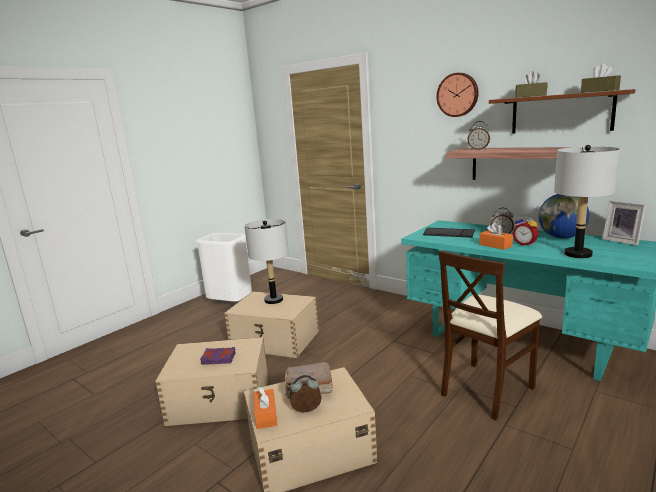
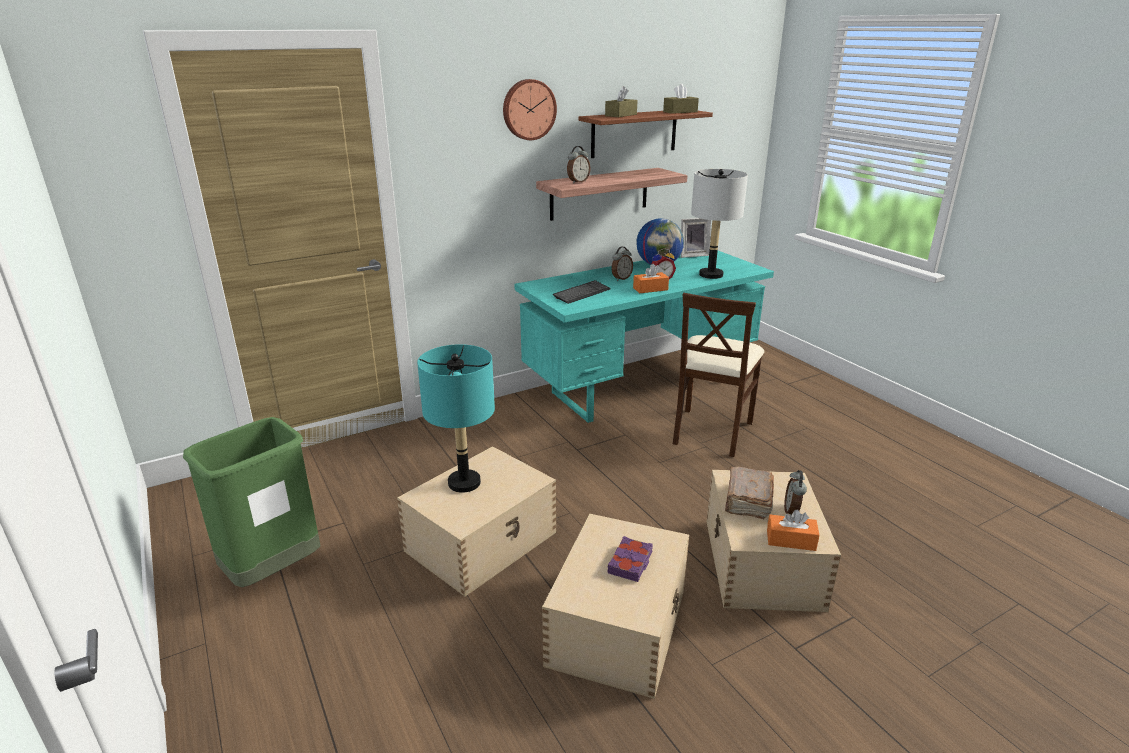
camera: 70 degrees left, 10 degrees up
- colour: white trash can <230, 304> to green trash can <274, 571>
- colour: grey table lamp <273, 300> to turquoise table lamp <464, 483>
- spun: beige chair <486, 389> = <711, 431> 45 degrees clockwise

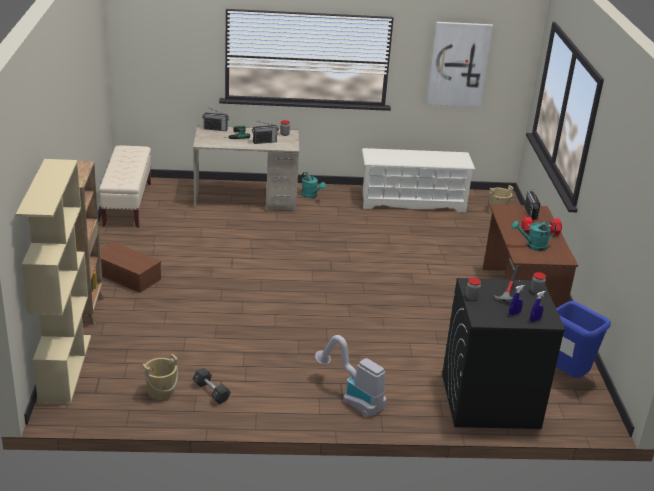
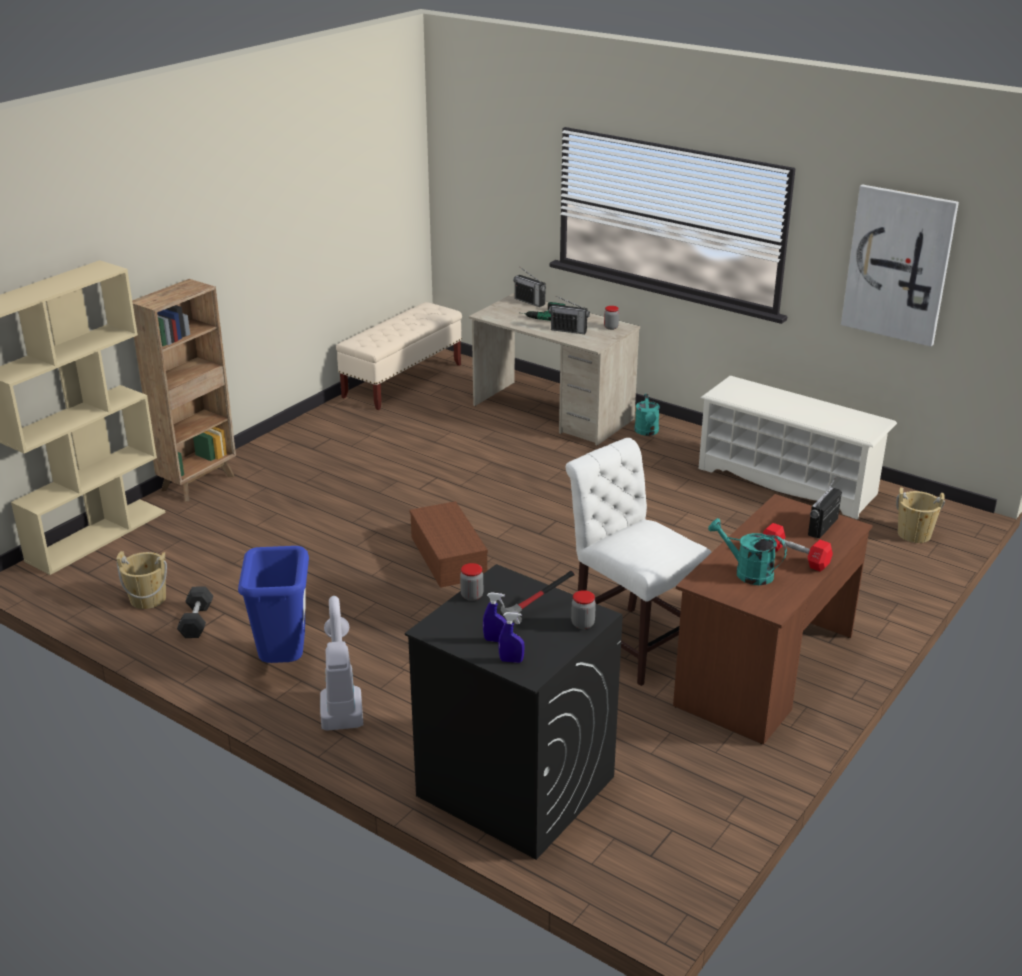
camera: 40 degrees right, 0 degrees up
- relocated: brown storage box <127, 275> to <450, 557>
- relocated: blue trash can <567, 377> to <284, 663>
- appeared: white chair <631, 641>

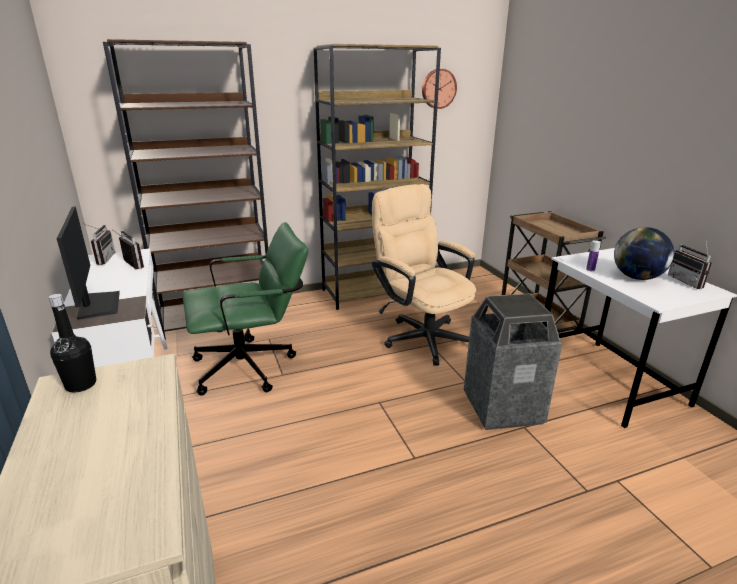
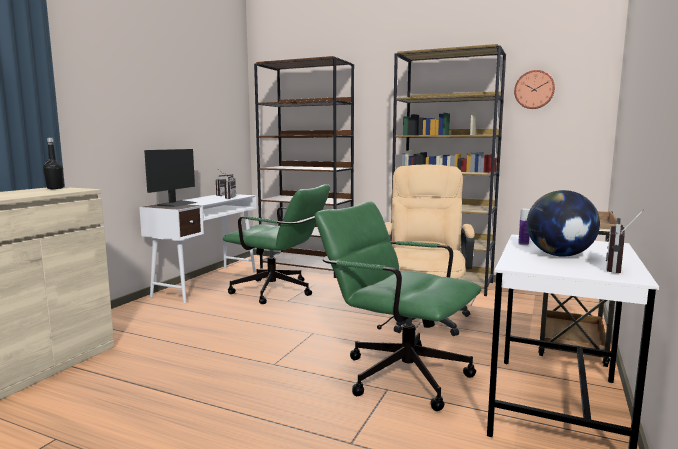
camera: 45 degrees right, 15 degrees down
- exchanged: trash can <502, 407> to green office chair <396, 372>

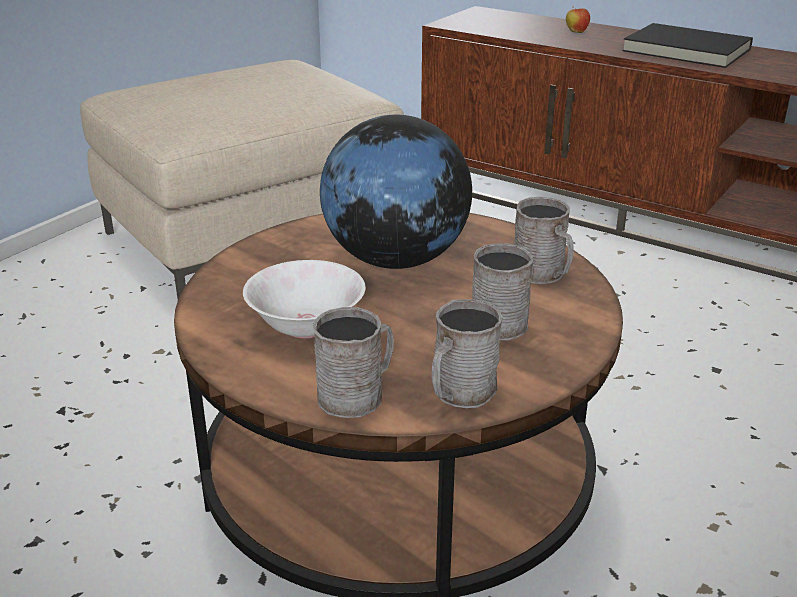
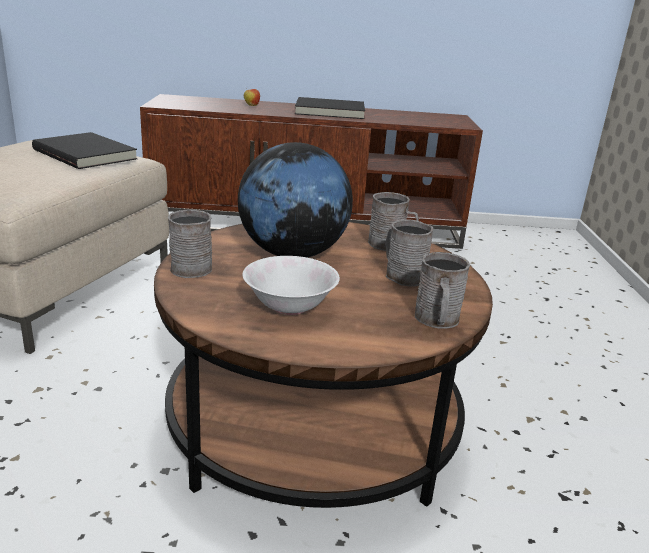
camera: 35 degrees left, 5 degrees down
- relocated: grey mug <357, 394> to <194, 266>
- appeared: black book <87, 154>

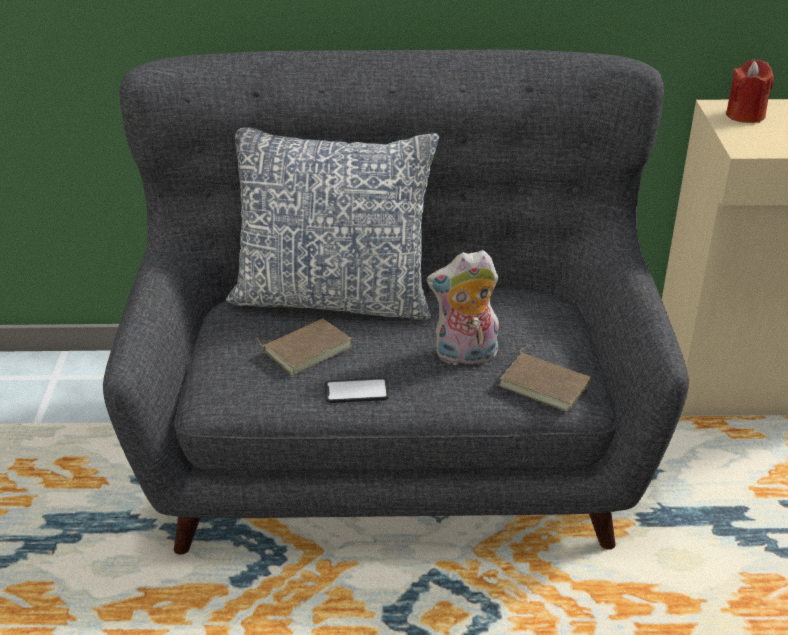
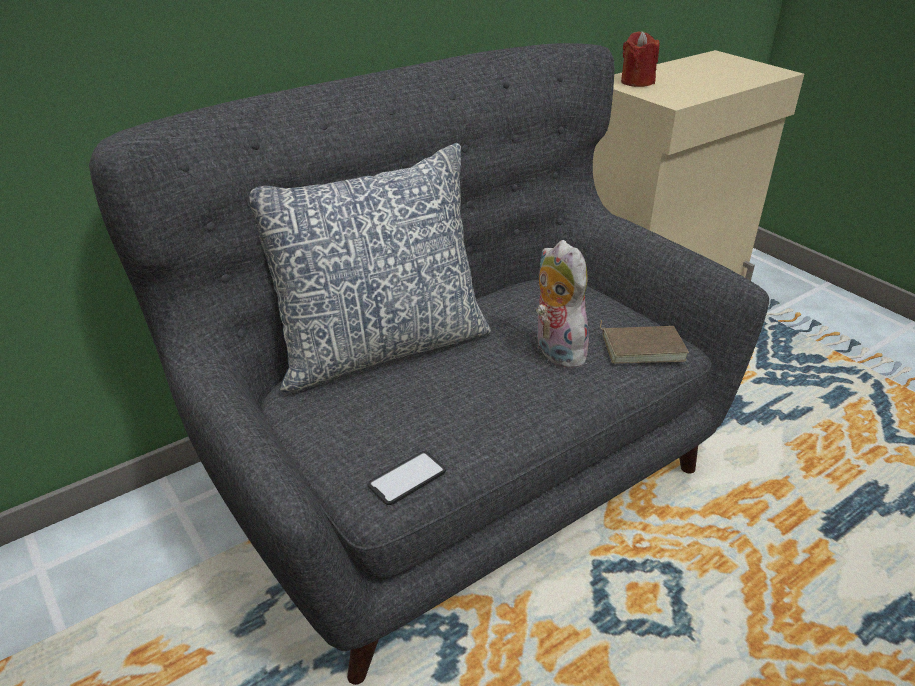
camera: 35 degrees left, 0 degrees up
- missing: brown book <306, 348>
- relocated: phone <356, 391> to <407, 478>
- spun: plush toy <464, 356> = <555, 351> 105 degrees clockwise

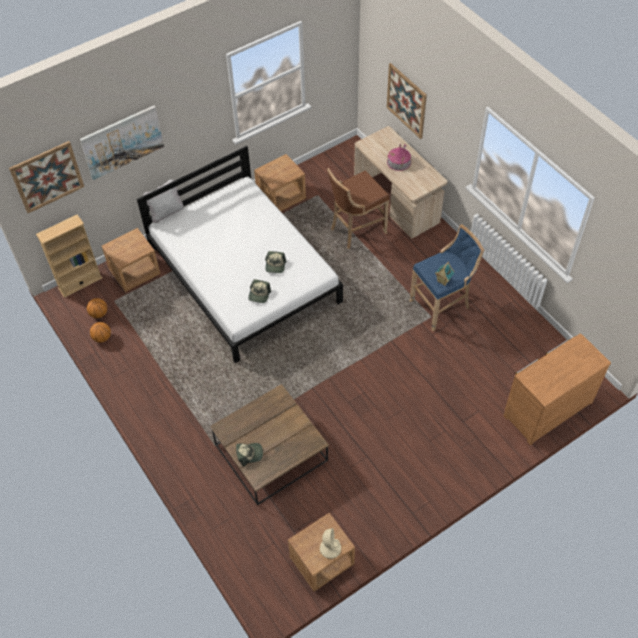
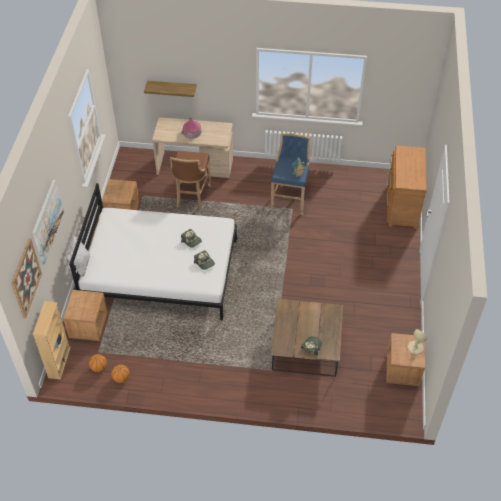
camera: 50 degrees left, 5 degrees down
- exchanged: picture <406, 101> to shelf <172, 88>

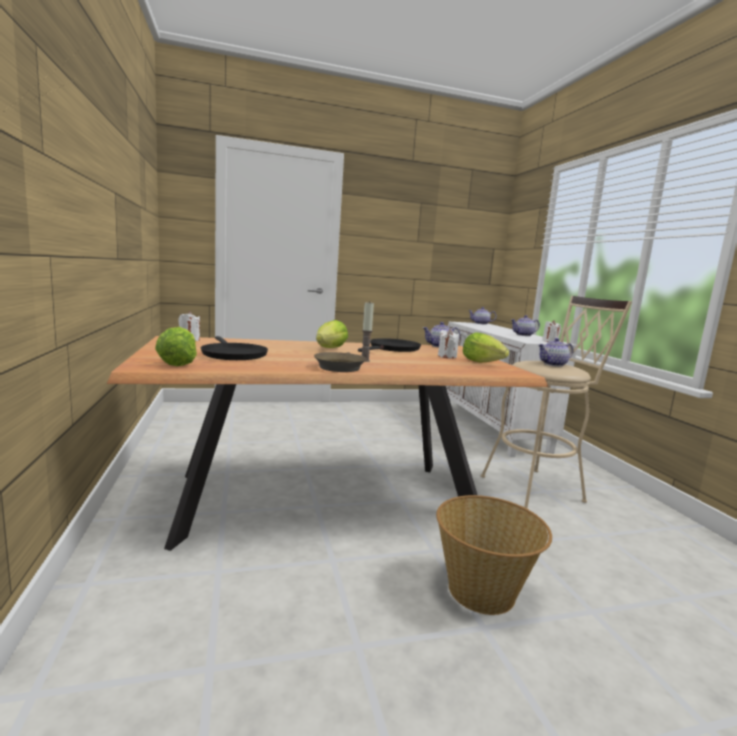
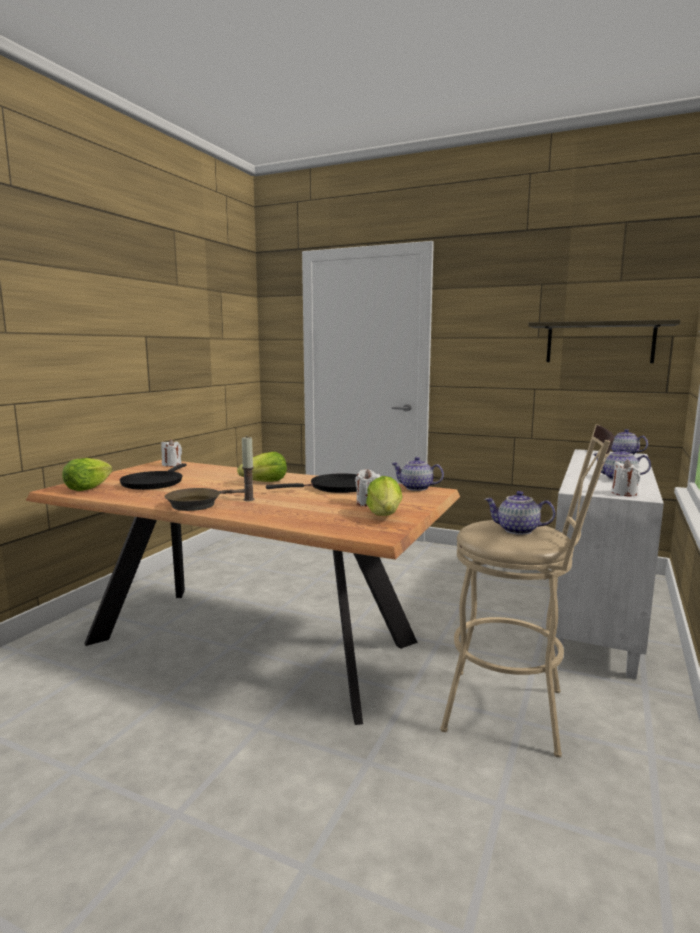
camera: 40 degrees right, 0 degrees up
- missing: basket <482, 591>
- appeared: shelf <599, 343>

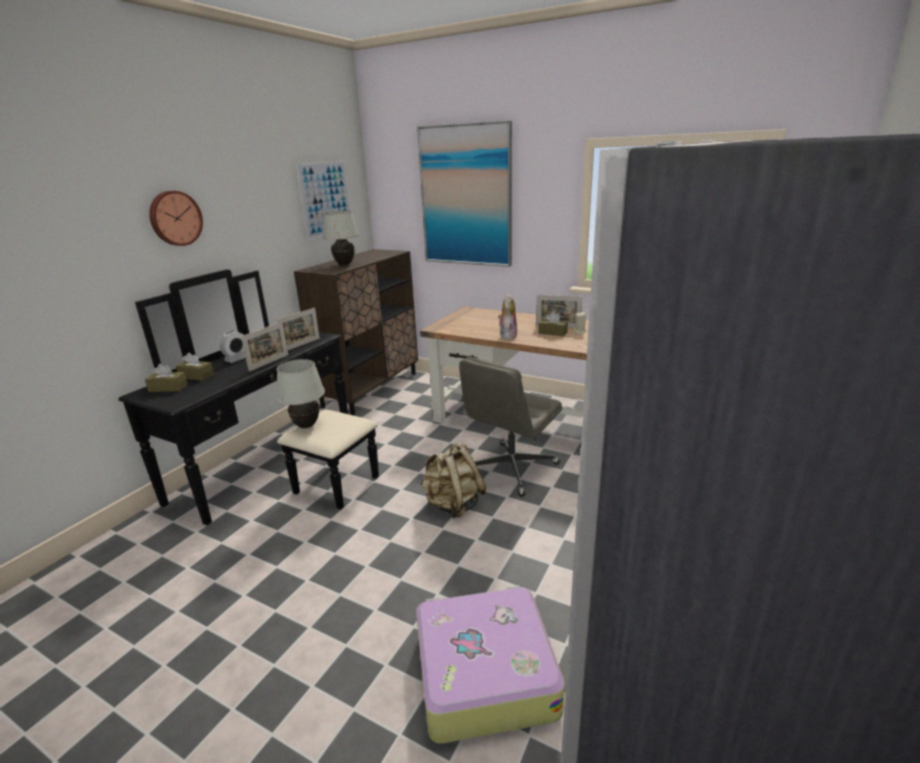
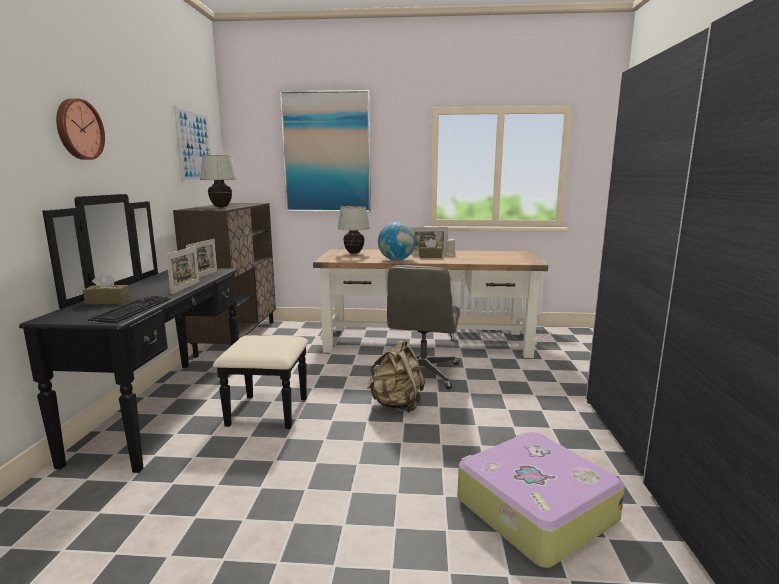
camera: 25 degrees left, 10 degrees down
- missing: brown tissue box <168, 388>
- missing: alarm clock <237, 359>
- relocated: white table lamp <306, 426> to <354, 253>
- exchanged: plush toy <507, 336> to globe <396, 260>
- appeared: keyboard <132, 309>

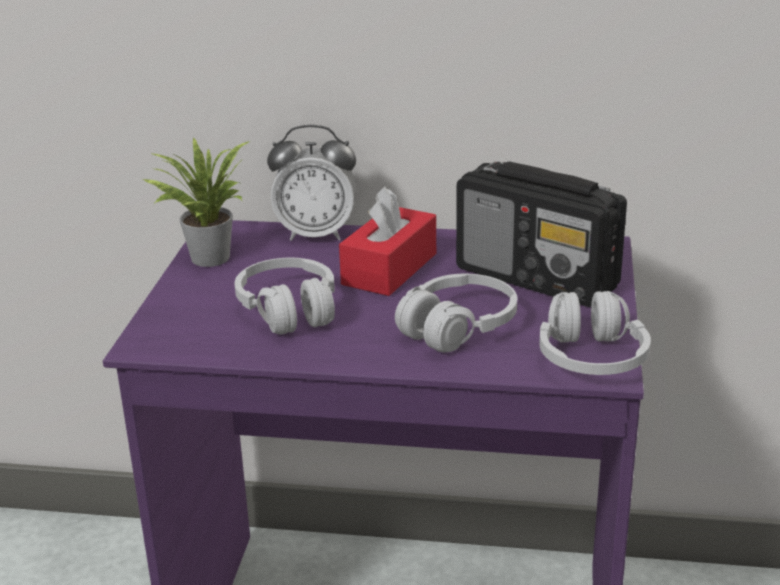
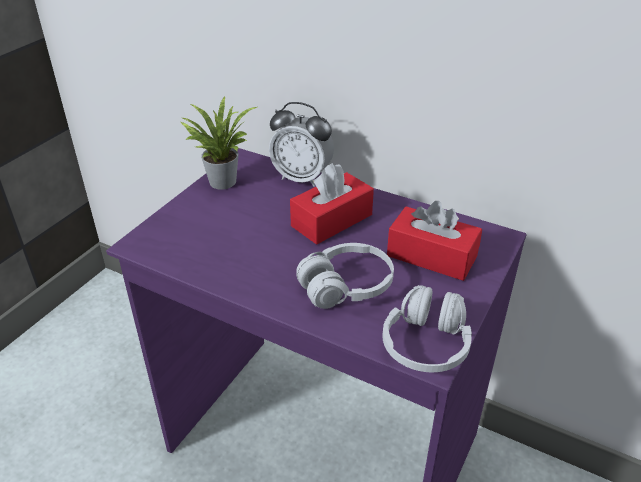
camera: 20 degrees right, 10 degrees up
- missing: white headphones <289, 310>
- exchanged: radio <538, 278> to red tissue box <431, 256>

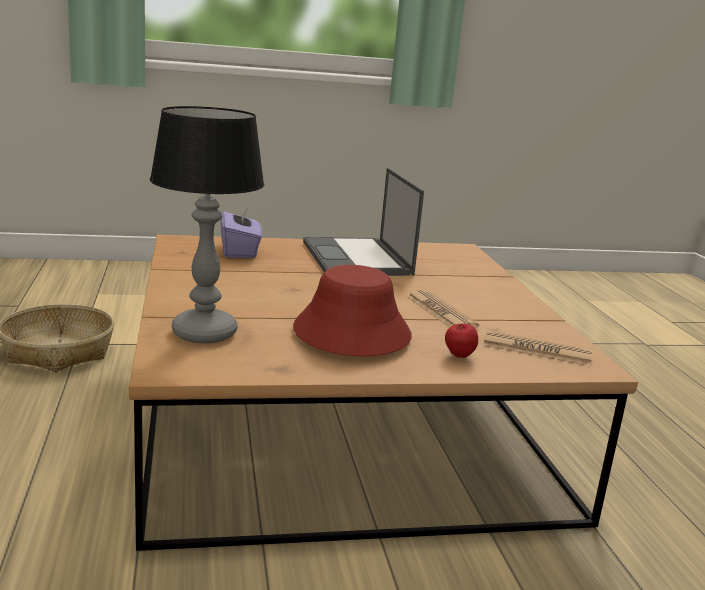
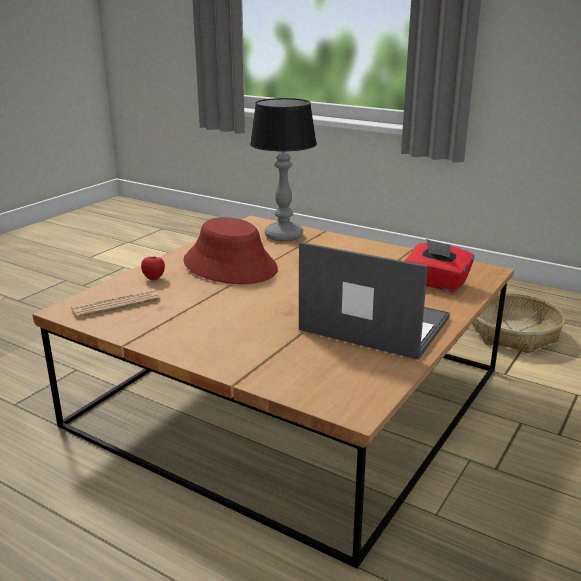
camera: 135 degrees right, 5 degrees up
- colour: purple tissue box <240, 251> to red tissue box <436, 283>
- missing: newspaper <440, 312>

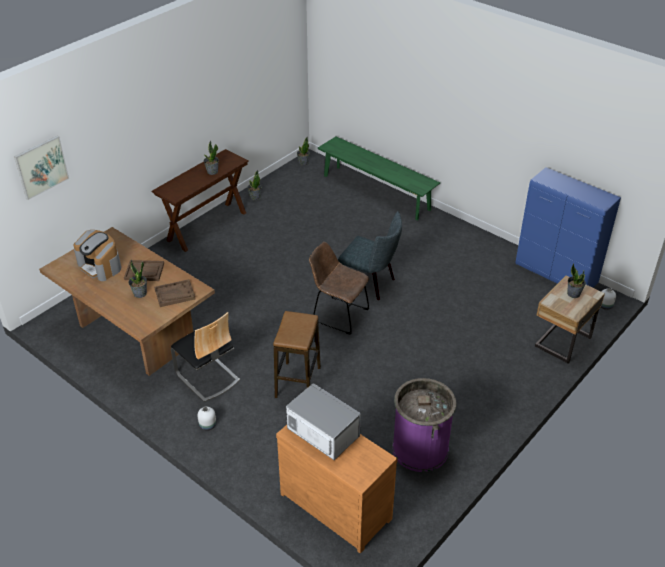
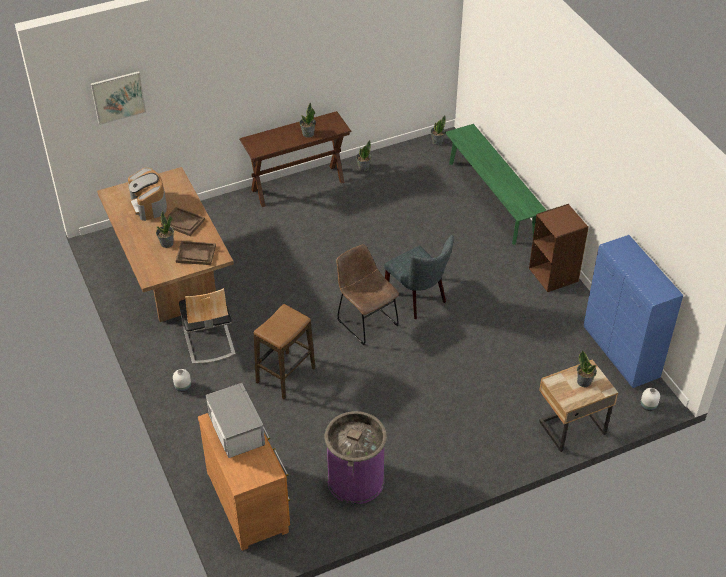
camera: 25 degrees right, 5 degrees up
- appeared: brown bookcase <554, 274>

